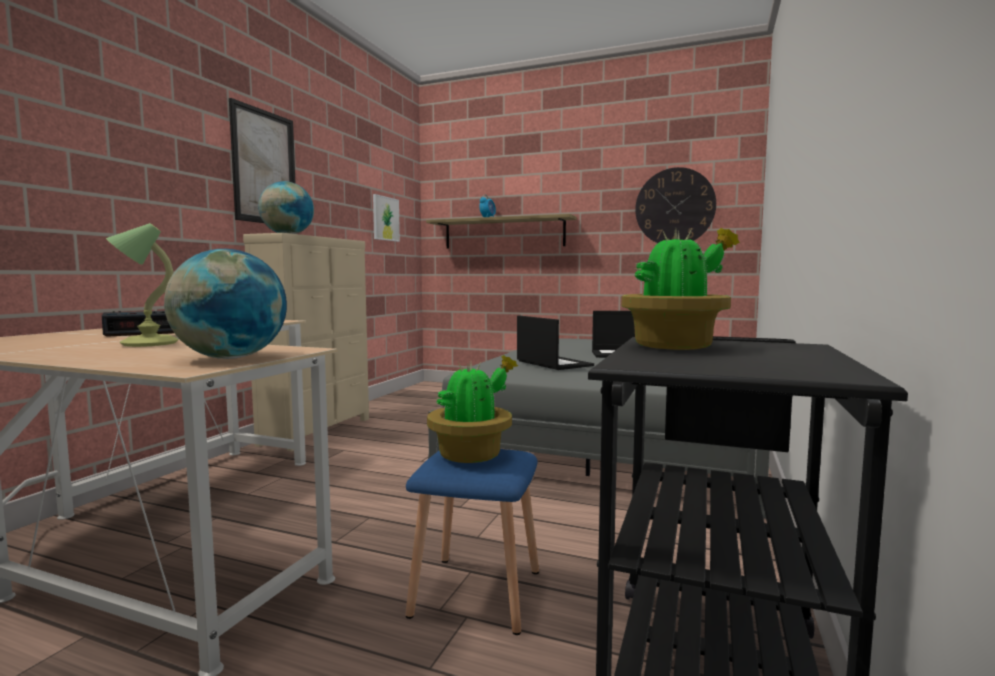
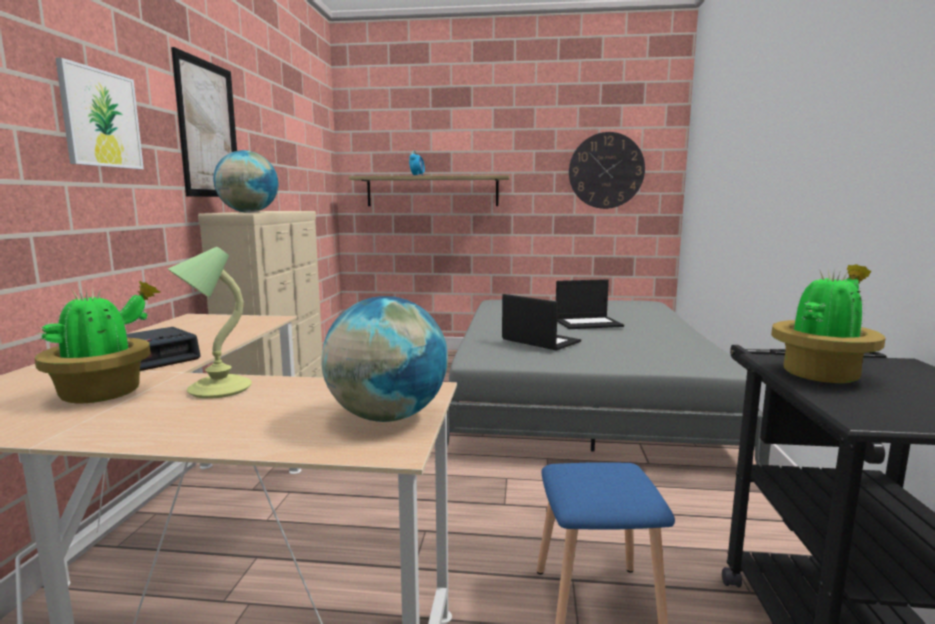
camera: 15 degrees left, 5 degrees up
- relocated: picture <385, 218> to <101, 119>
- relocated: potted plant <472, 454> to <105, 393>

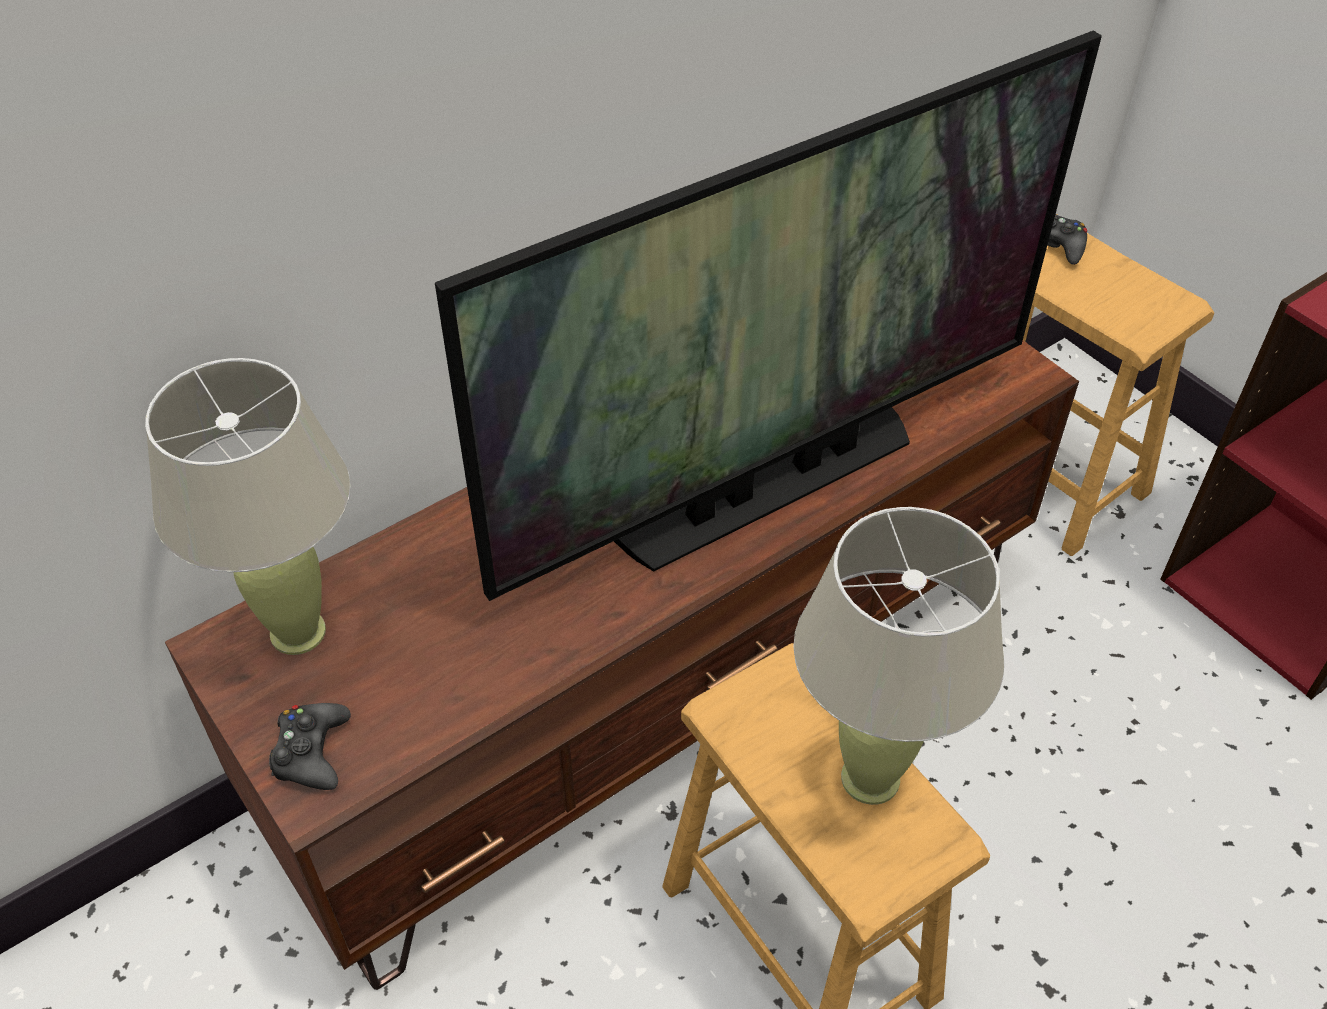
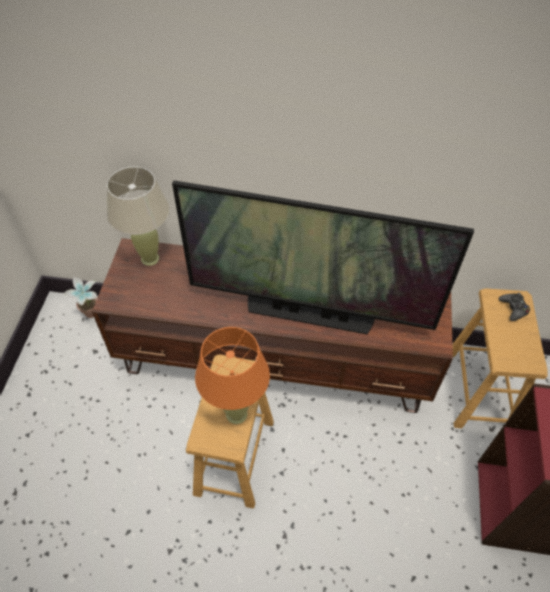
camera: 45 degrees right, 5 degrees up
- missing: black game controller <311, 752>
- colour: beige table lamp <871, 779> to orange table lamp <236, 414>
- appeared: potted plant <92, 316>

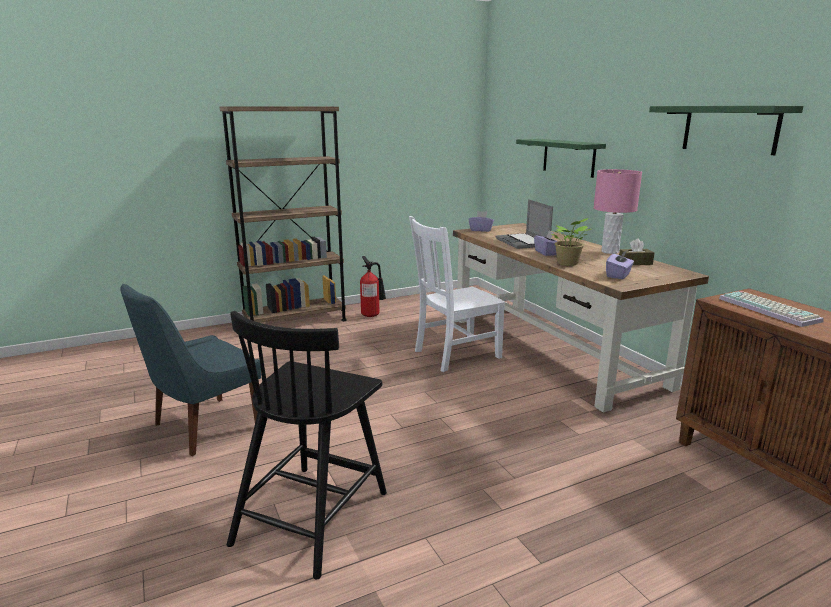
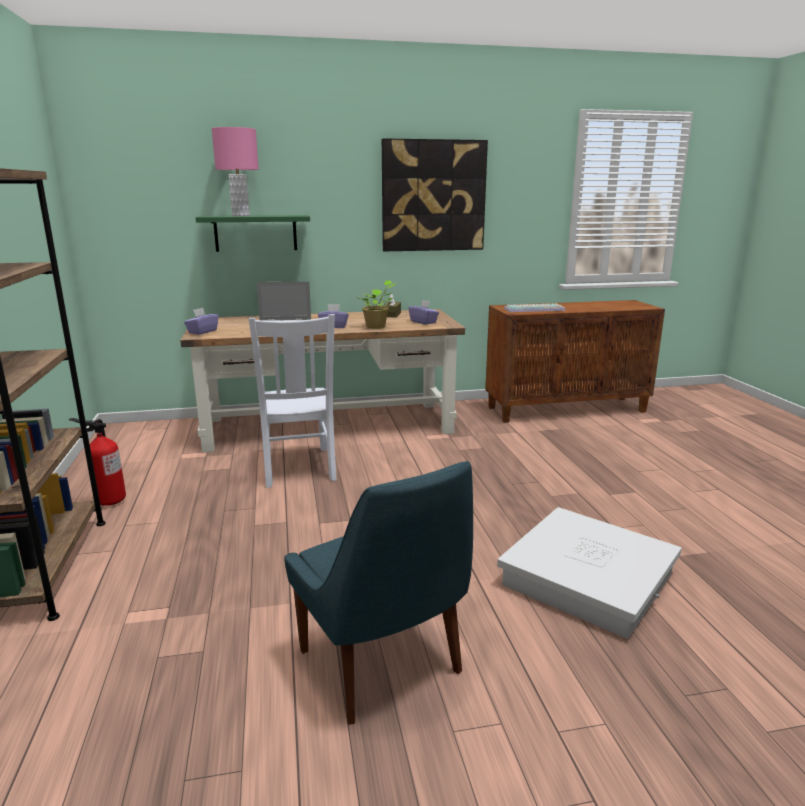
camera: 75 degrees left, 0 degrees up
- exchanged: black chair <312, 515> to white storage box <587, 579>
- relocated: pink table lamp <609, 251> to <240, 215>
- exchanged: green shelf <729, 129> to picture <433, 196>

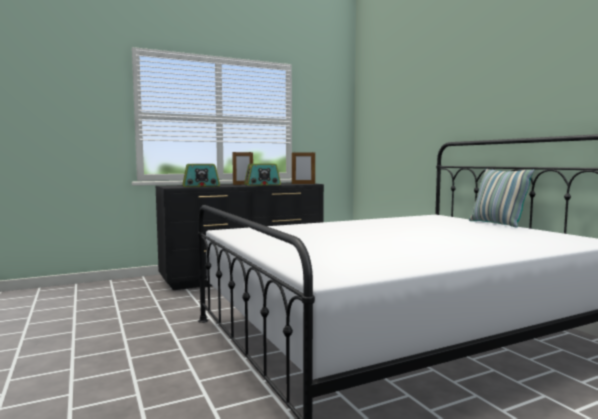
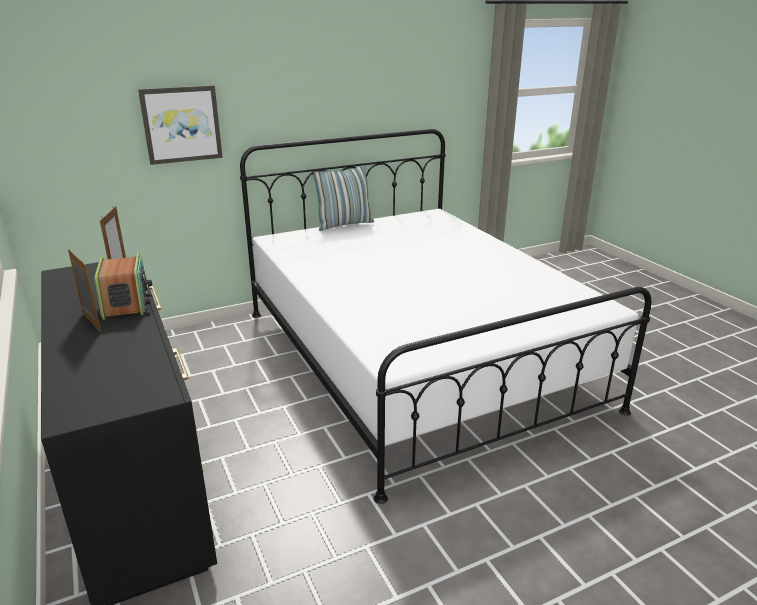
camera: 90 degrees left, 20 degrees up
- missing: radio <201, 186>
- appeared: picture <181, 124>

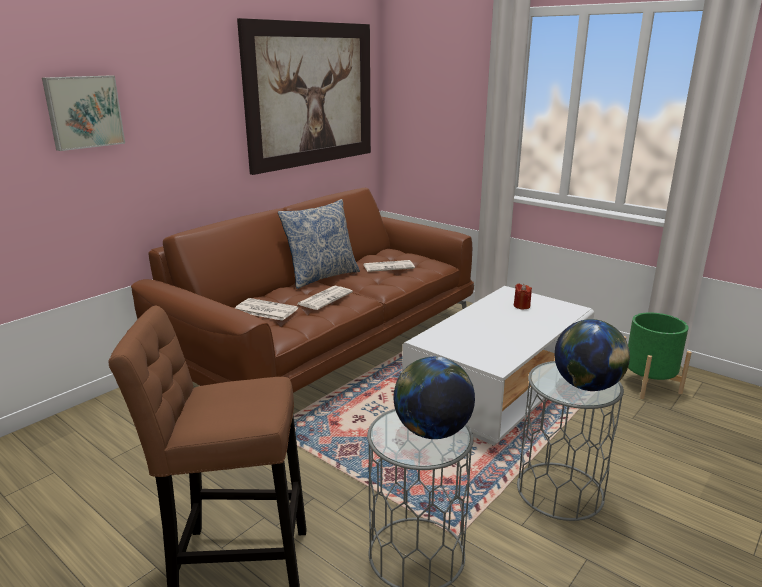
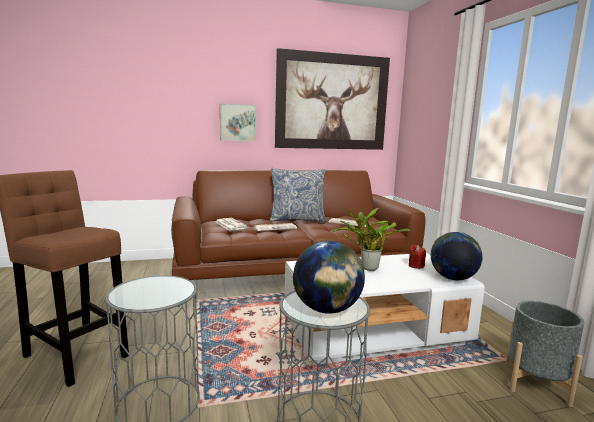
camera: 35 degrees right, 10 degrees down
- relocated: picture <83, 112> to <237, 122>
- relocated: globe <432, 432> to <453, 278>
- colour: green planter <648, 384> to grey planter <536, 383>
- appeared: potted plant <367, 268>

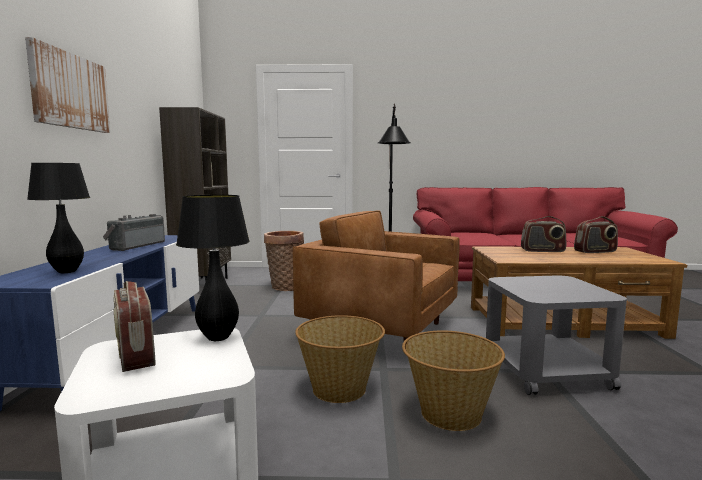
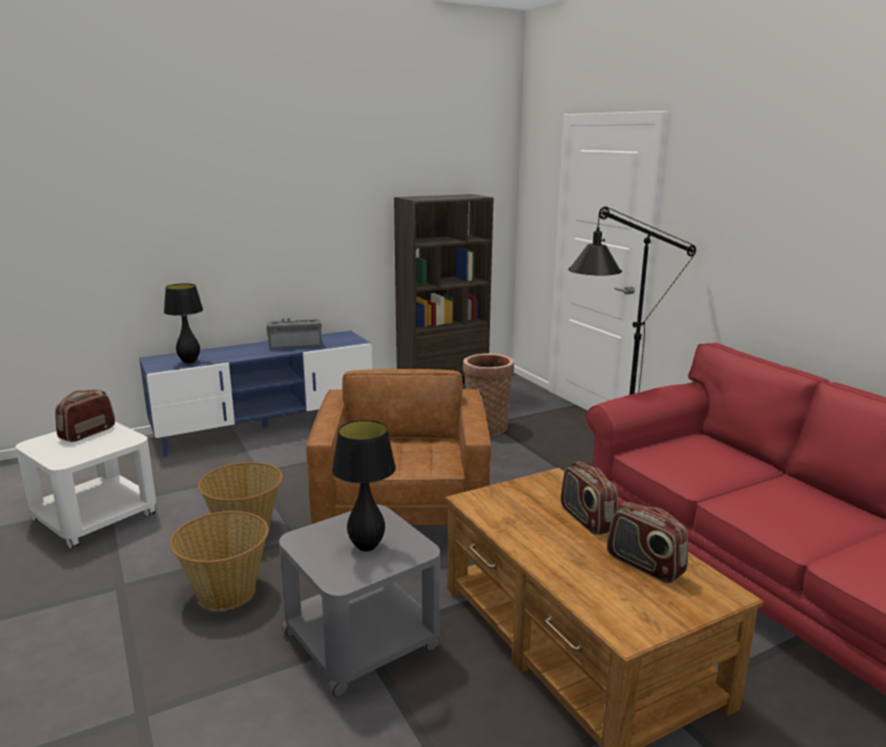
camera: 60 degrees right, 10 degrees up
- missing: picture <70, 91>
- relocated: black table lamp <218, 338> to <366, 547>

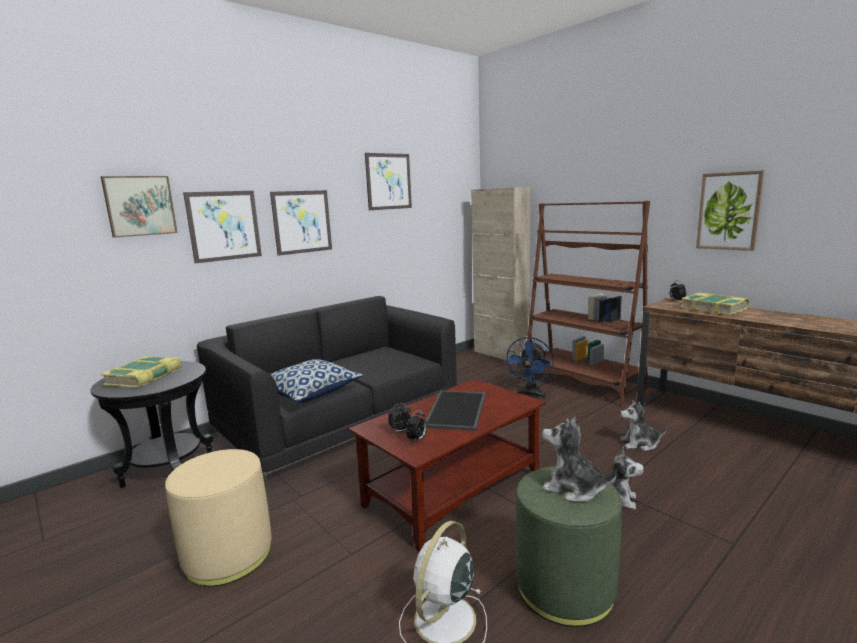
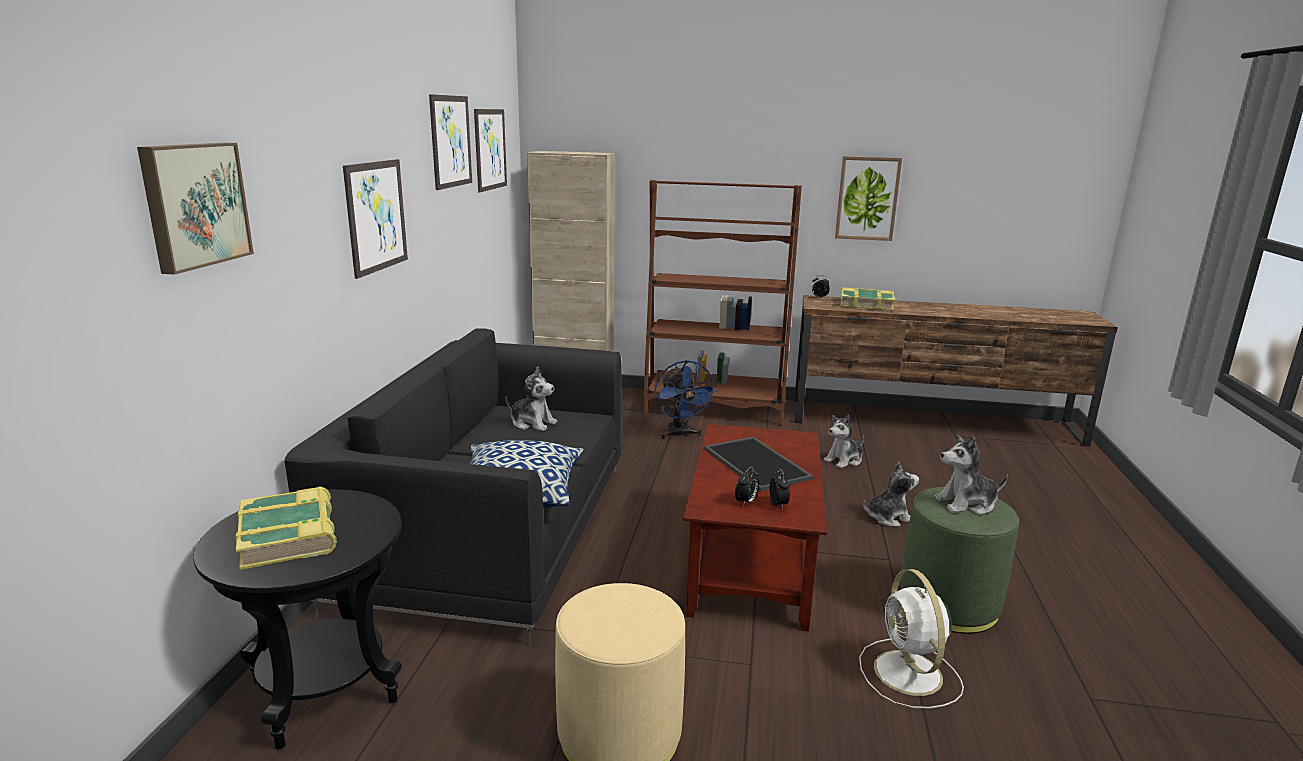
camera: 40 degrees left, 5 degrees up
- relocated: picture <224, 226> to <490, 149>
- appeared: plush toy <532, 423>

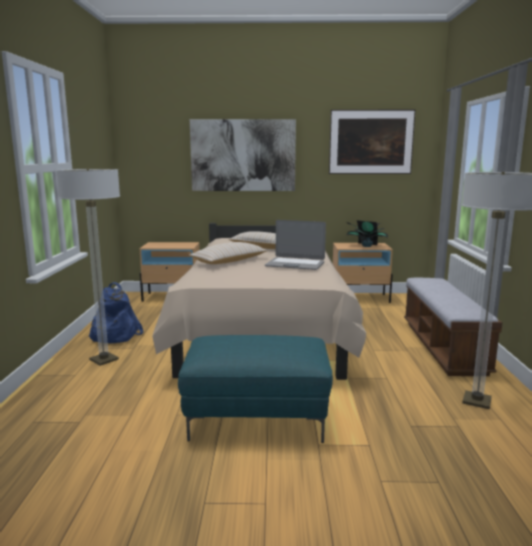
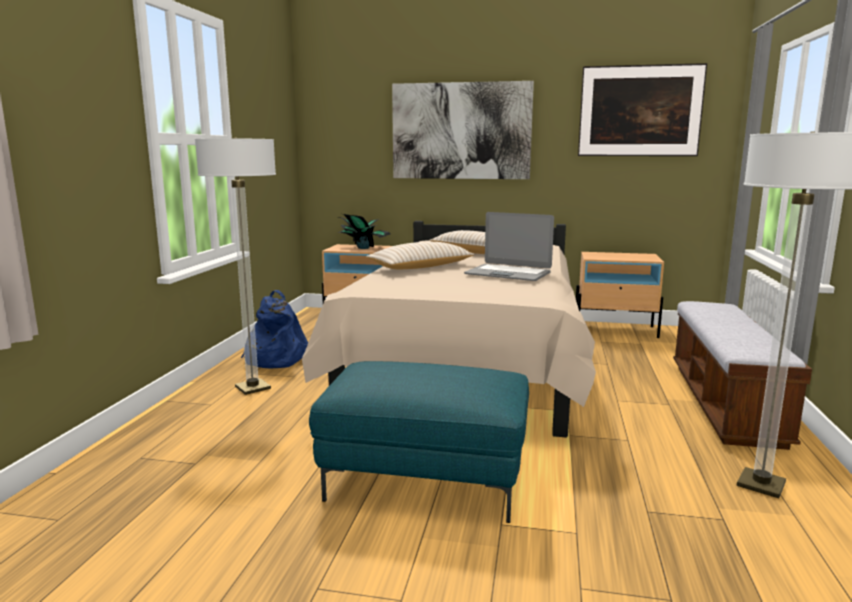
camera: 10 degrees right, 0 degrees up
- relocated: potted plant <366, 246> to <363, 248>

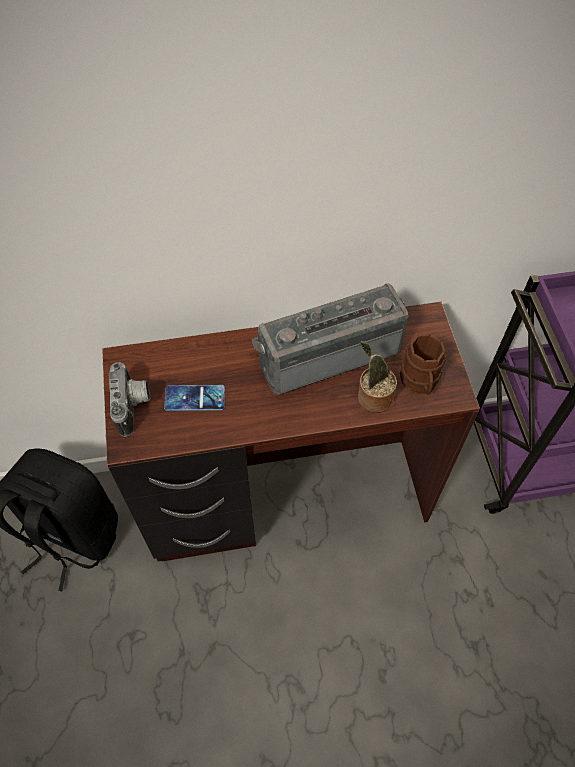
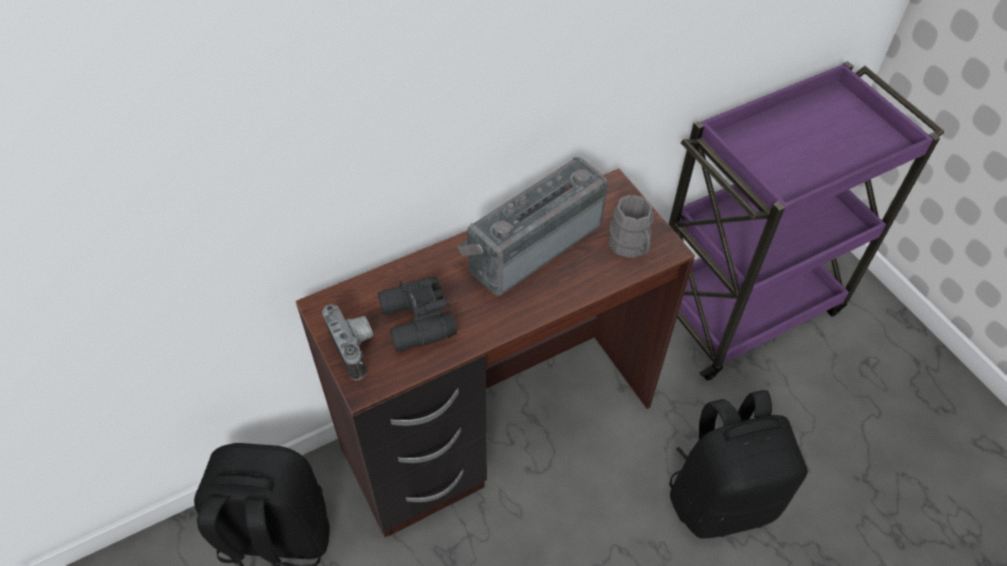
camera: 20 degrees left, 5 degrees down
- exchanged: phone <195, 398> to black binoculars <416, 322>
- missing: potted plant <372, 397>
- colour: brown mug <420, 382> to grey mug <630, 247>
- appeared: black backpack <721, 497>

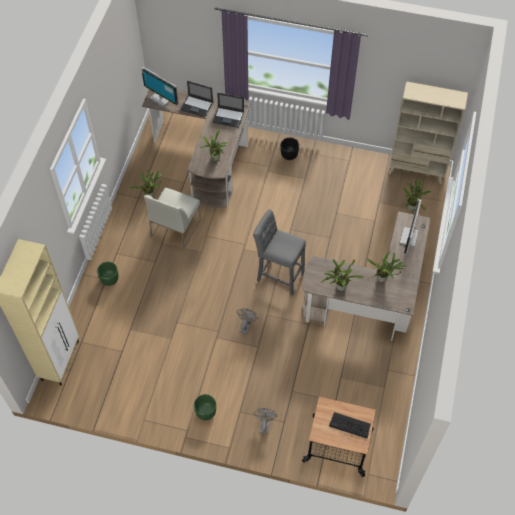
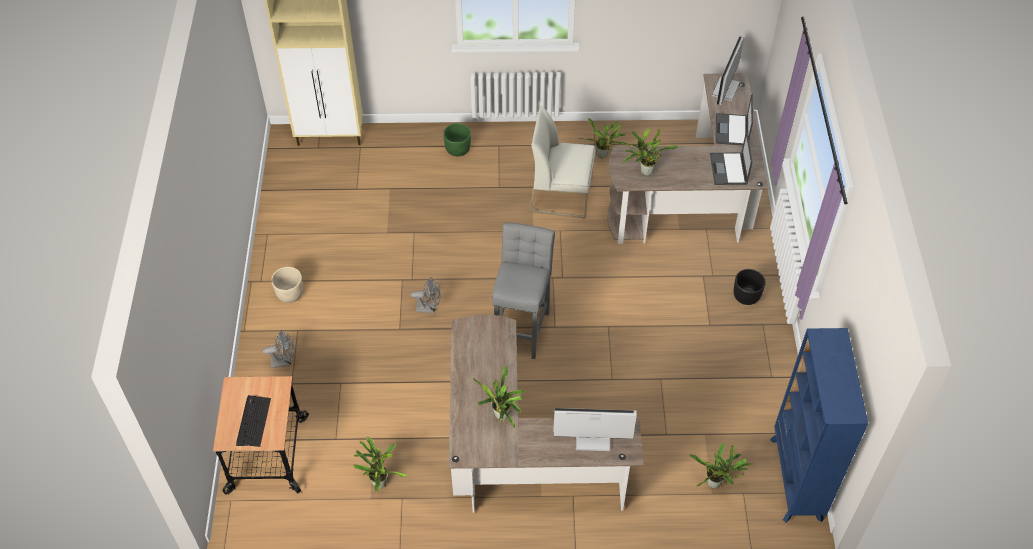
camera: 75 degrees right, 5 degrees down
- colour: green planter <205, 412> to beige planter <290, 293>
- relocated: potted plant <339, 287> to <379, 480>
- colour: beige bookcase <417, 170> to blue bookcase <795, 479>

